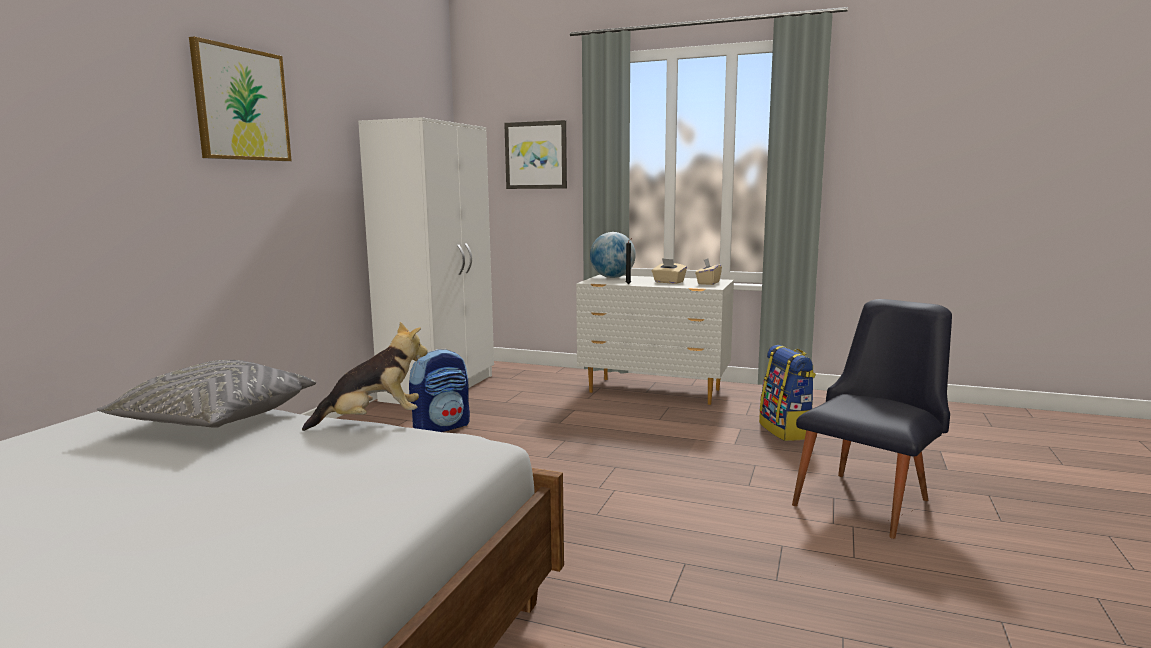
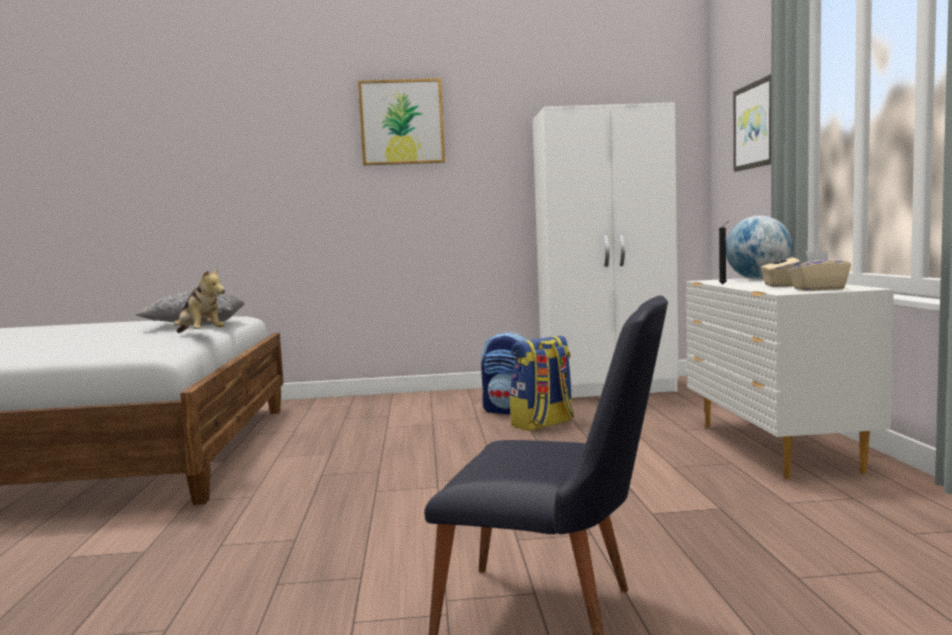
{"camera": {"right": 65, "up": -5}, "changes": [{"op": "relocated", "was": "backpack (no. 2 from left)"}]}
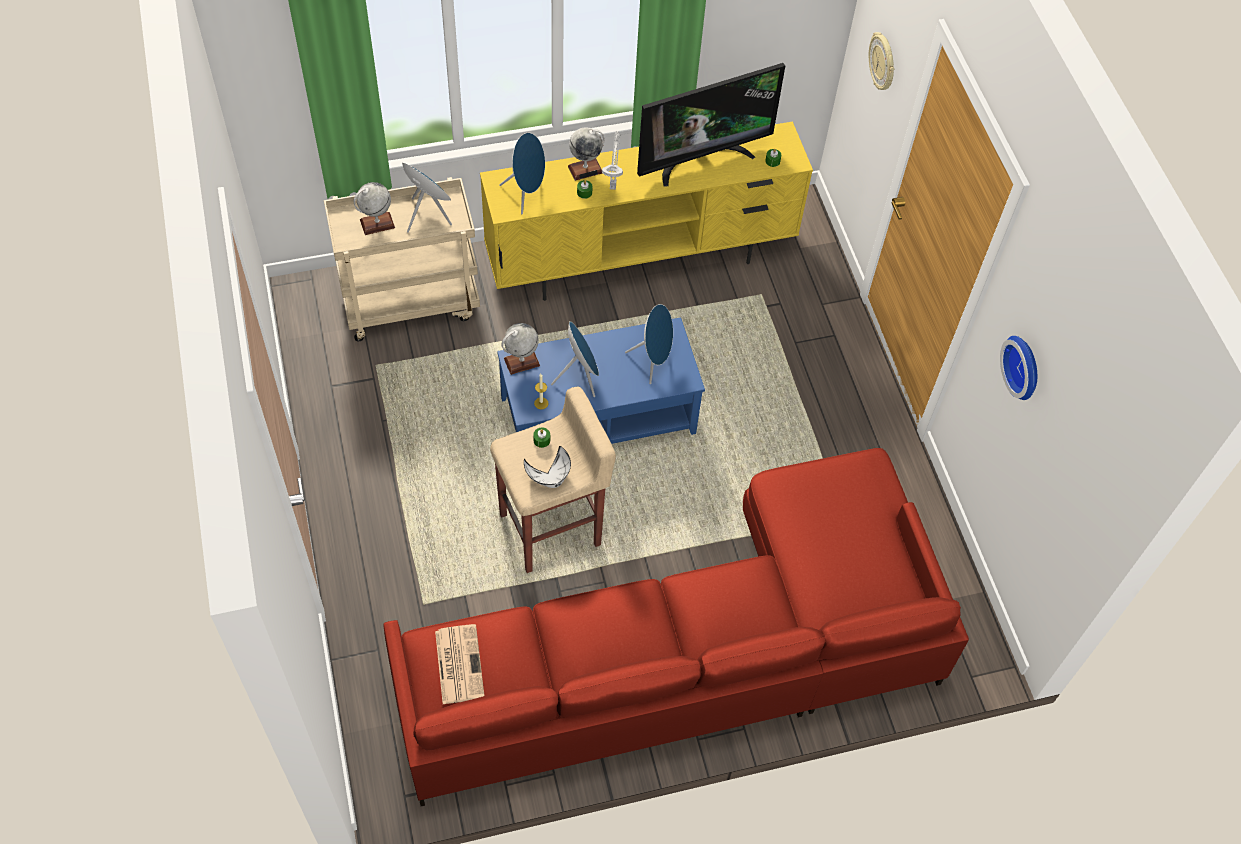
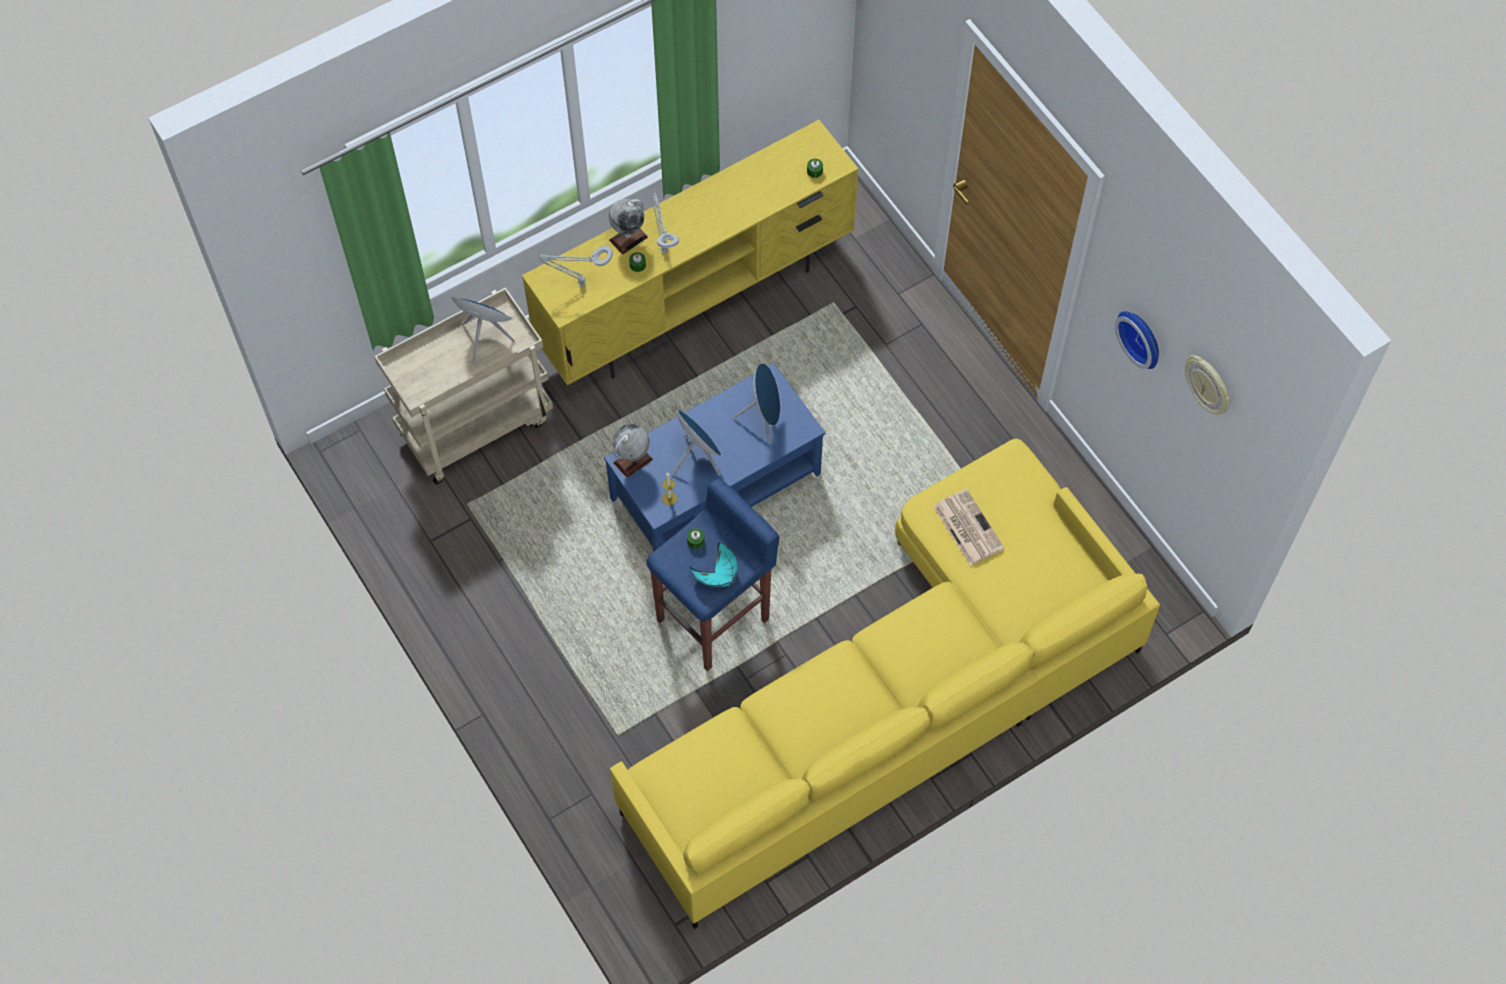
{"camera": {"right": -15, "up": 5}, "changes": [{"op": "missing", "was": "globe (no. 1 from left)"}, {"op": "missing", "was": "television"}, {"op": "relocated", "was": "newspaper"}, {"op": "relocated", "was": "wall clock (no. 1 from left in the first image)", "now": "wall clock (no. 2 from left)"}, {"op": "exchanged", "was": "blue speaker (no. 2 from left)", "now": "grey table lamp (no. 1 from left)"}, {"op": "colour", "was": "red sofa", "now": "yellow sofa"}, {"op": "colour", "was": "beige stool", "now": "blue stool"}, {"op": "colour", "was": "white bowl", "now": "turquoise bowl"}]}
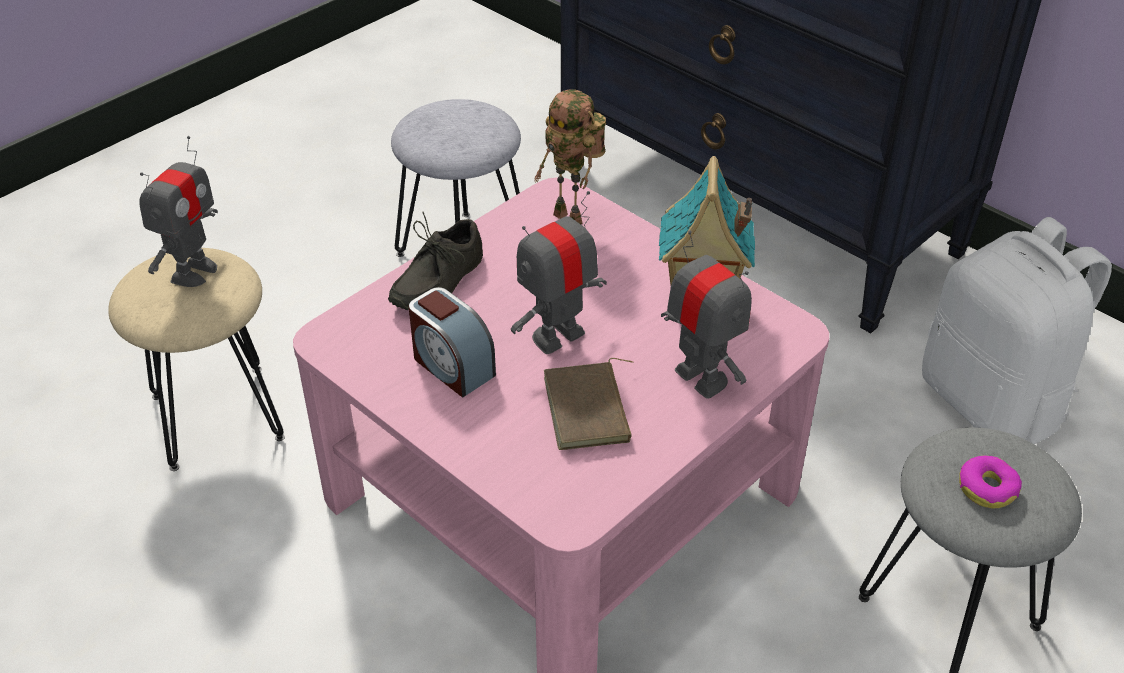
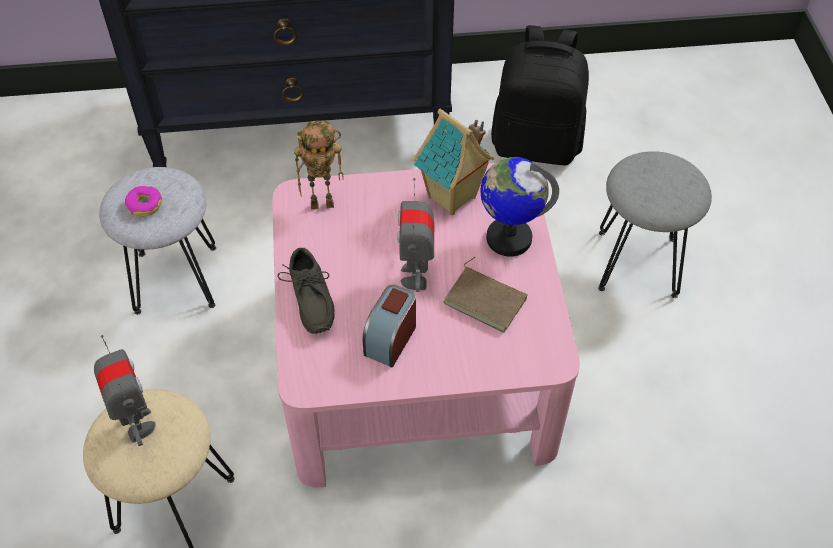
{"camera": {"right": -50, "up": 10}, "changes": [{"op": "relocated", "was": "donut"}, {"op": "exchanged", "was": "toy robot (no. 4 from left)", "now": "globe"}, {"op": "colour", "was": "white backpack", "now": "black backpack"}, {"op": "spun", "was": "alarm clock", "clockwise": 120}]}
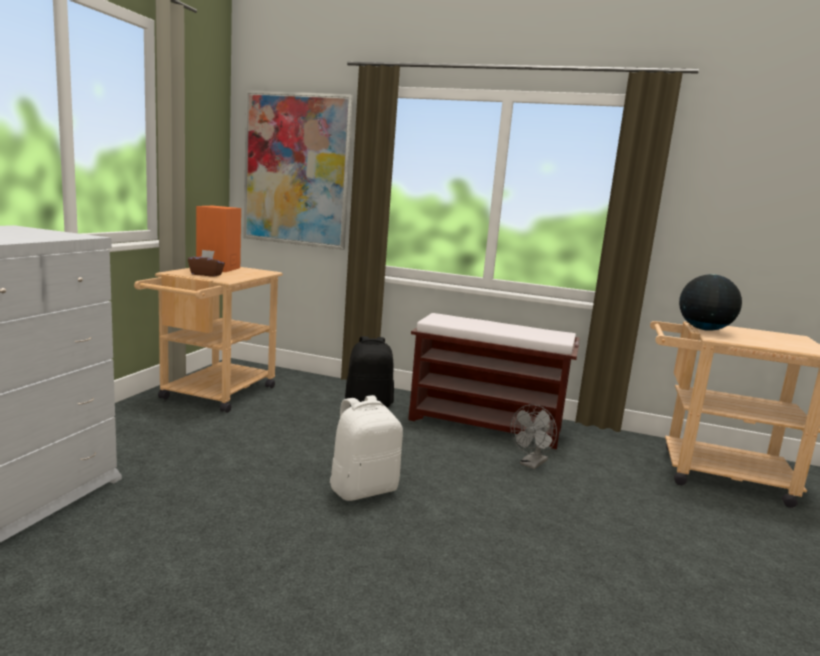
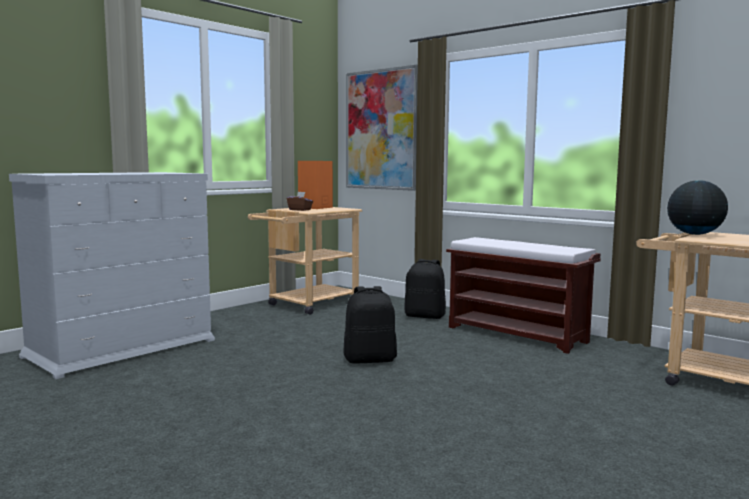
{"camera": {"right": 25, "up": -5}, "changes": [{"op": "missing", "was": "grey fan"}, {"op": "colour", "was": "white backpack", "now": "black backpack (no. 1 from left)"}]}
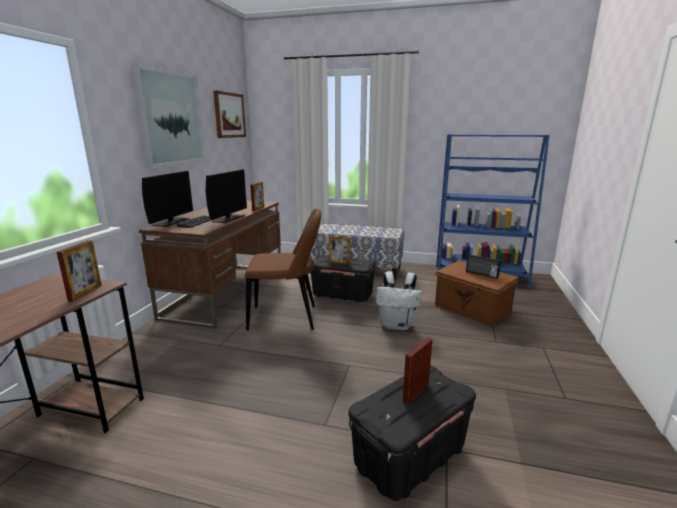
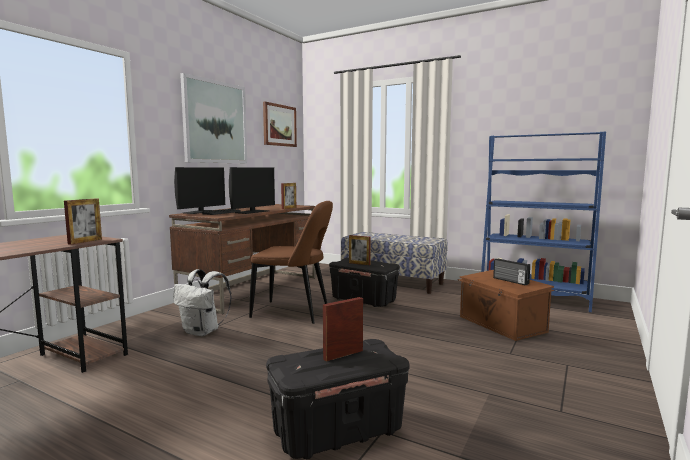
{"camera": {"right": 15, "up": -10}, "changes": [{"op": "relocated", "was": "white backpack"}]}
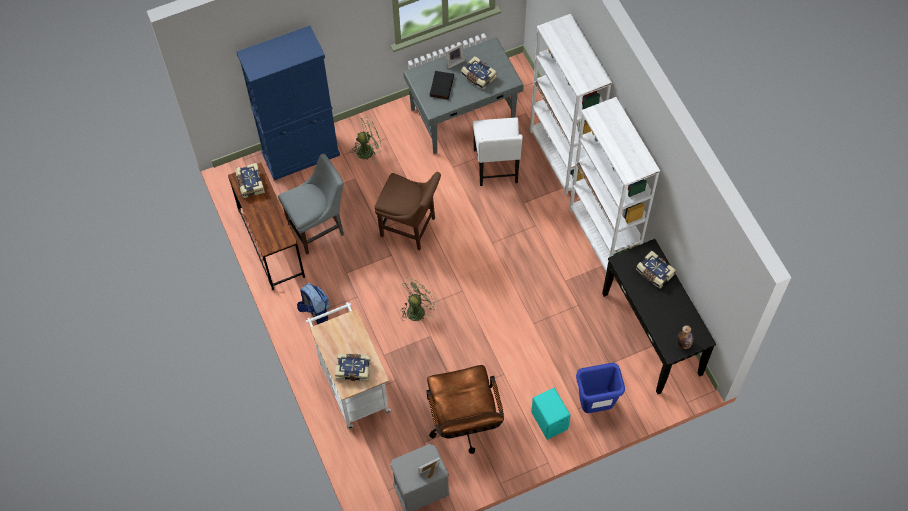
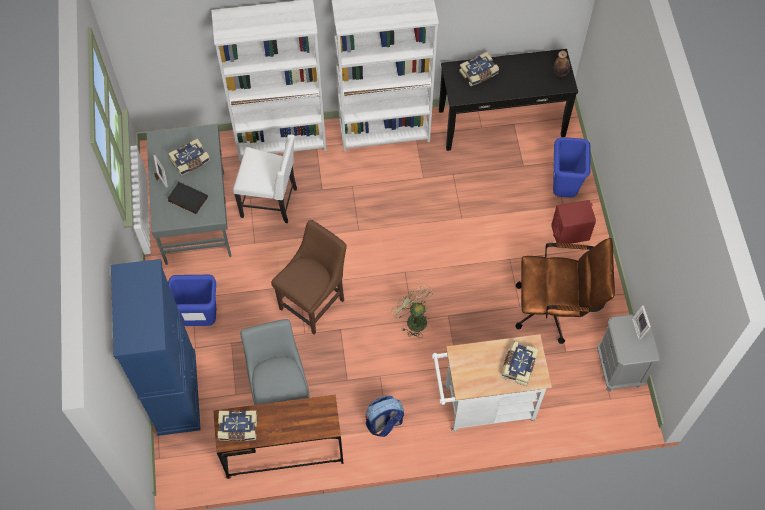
{"camera": {"right": -75, "up": 0}, "changes": [{"op": "exchanged", "was": "green fan (no. 1 from left)", "now": "blue trash can (no. 1 from left)"}, {"op": "colour", "was": "turquoise speaker", "now": "red speaker"}]}
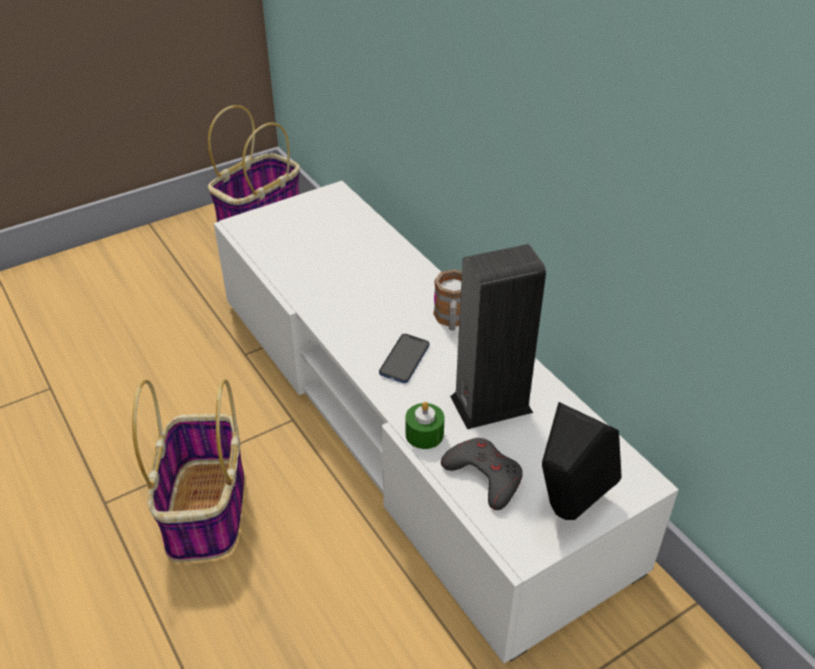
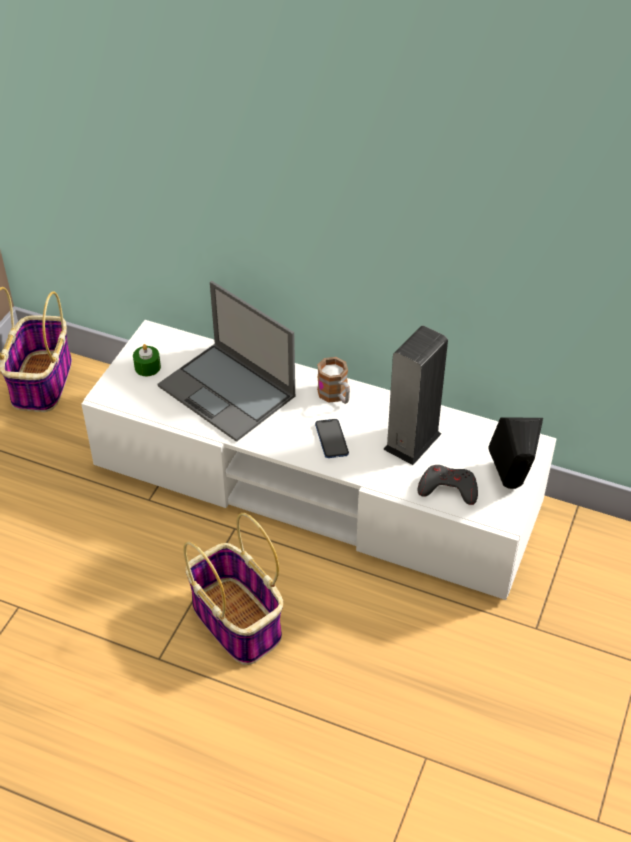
{"camera": {"right": -35, "up": 5}, "changes": [{"op": "appeared", "now": "laptop"}, {"op": "relocated", "was": "green candle"}]}
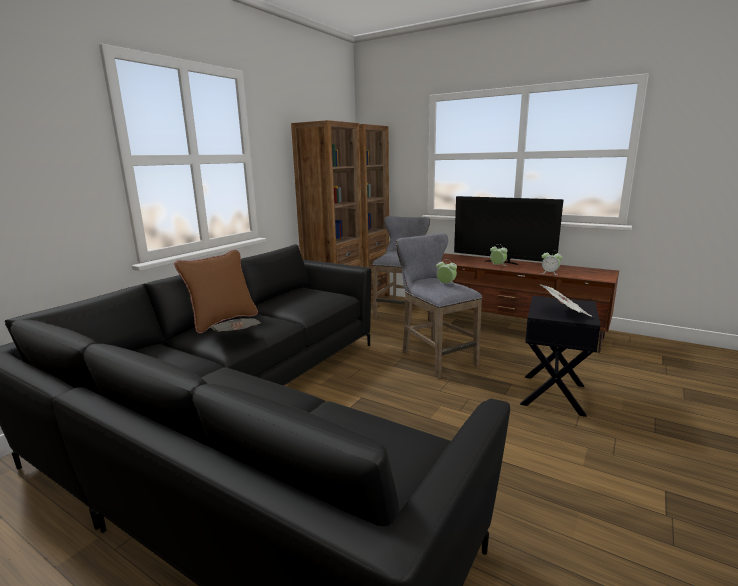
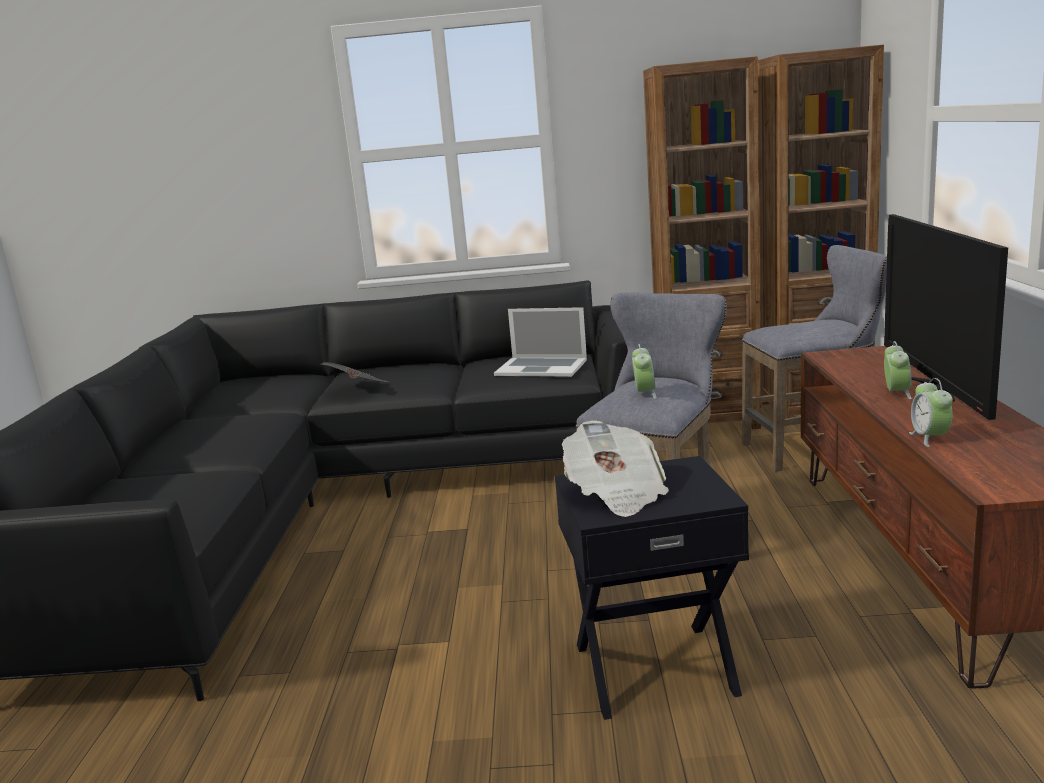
{"camera": {"right": 60, "up": 0}, "changes": [{"op": "missing", "was": "brown pillow"}, {"op": "appeared", "now": "laptop"}]}
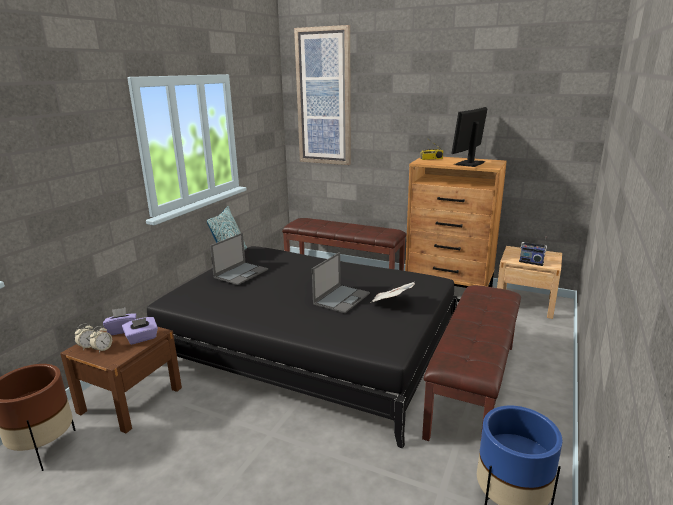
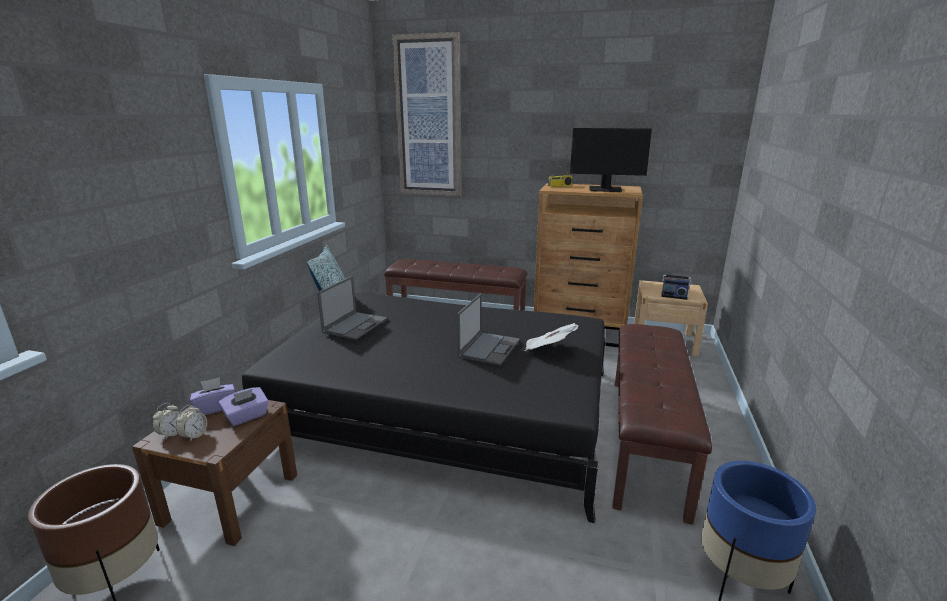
{"camera": {"right": -10, "up": 0}, "changes": [{"op": "spun", "was": "monitor", "clockwise": -105}]}
